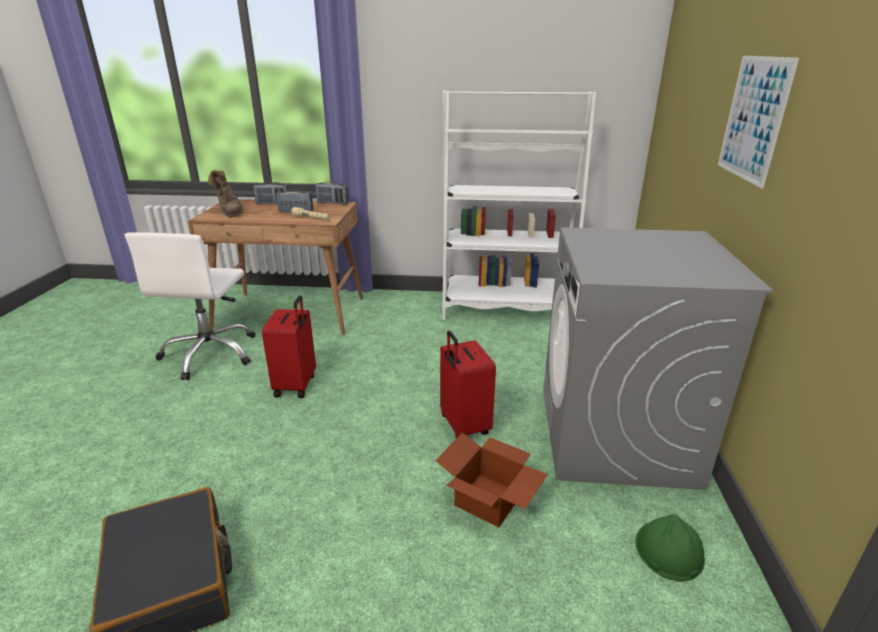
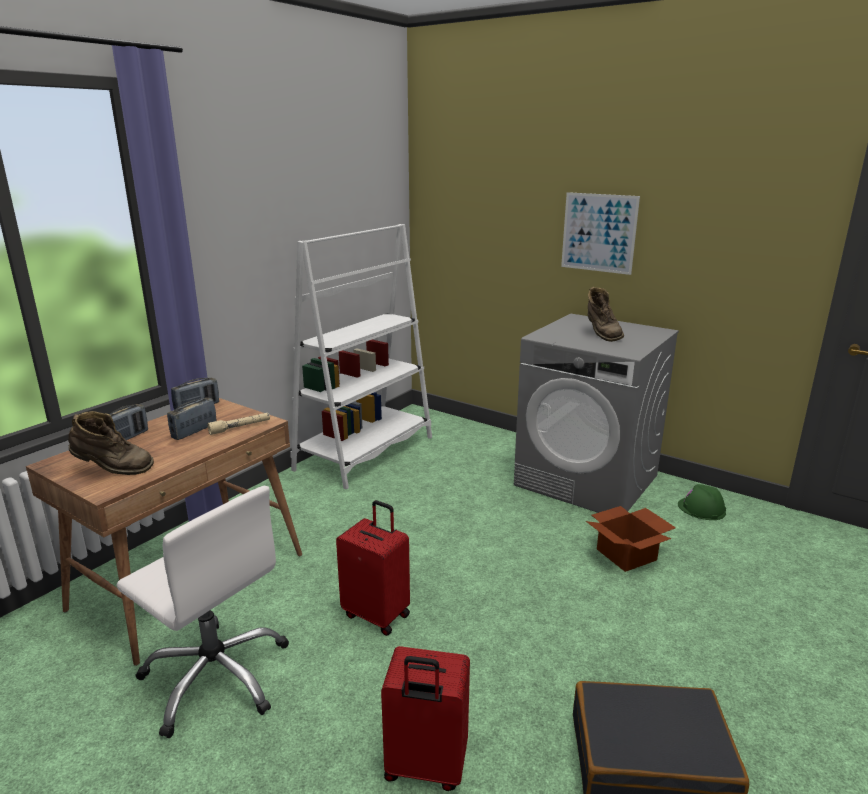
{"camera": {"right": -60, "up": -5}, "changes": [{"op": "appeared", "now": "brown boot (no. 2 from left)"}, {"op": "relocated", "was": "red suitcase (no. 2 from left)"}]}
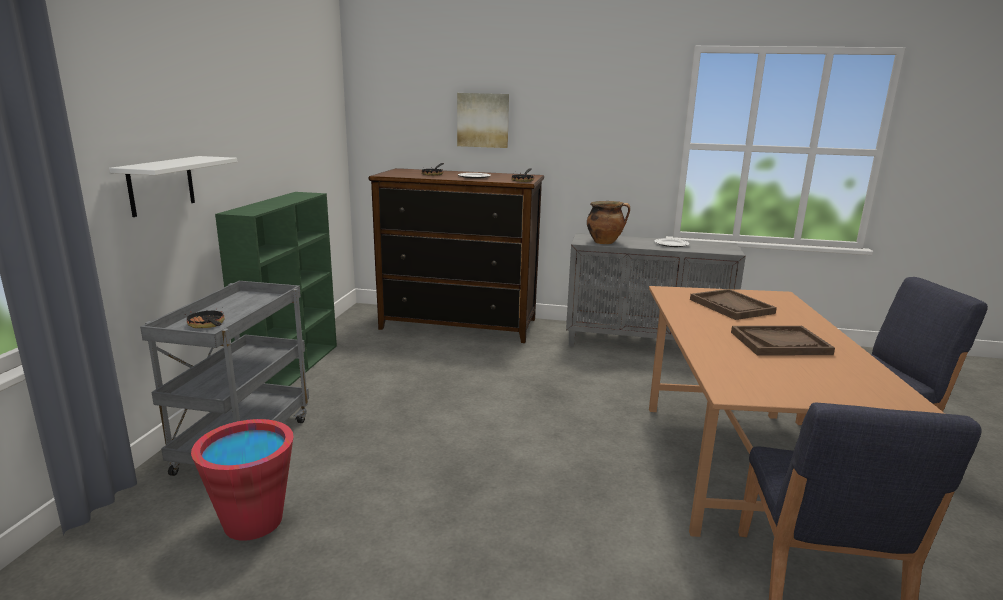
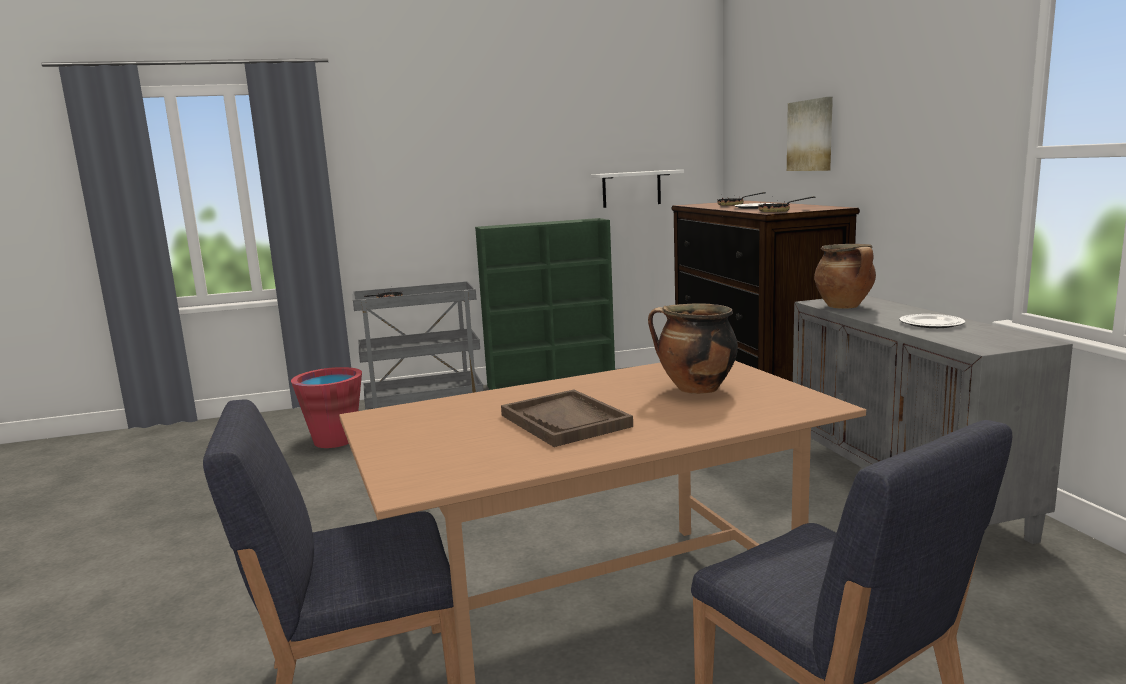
{"camera": {"right": 65, "up": -5}, "changes": [{"op": "relocated", "was": "white shelf"}, {"op": "exchanged", "was": "brown tray (no. 1 from left)", "now": "cooking pot (no. 1 from left)"}]}
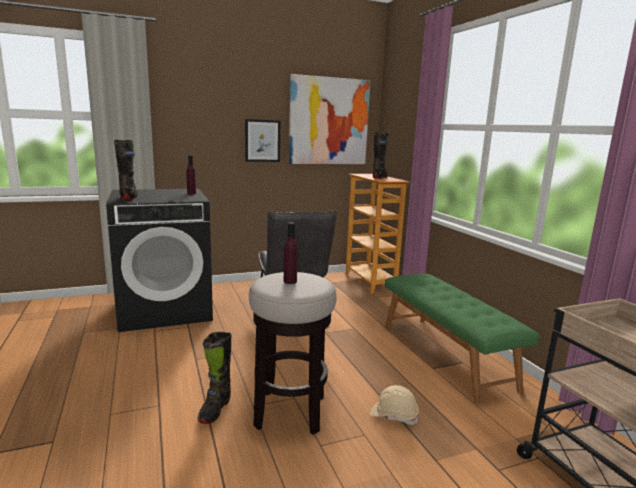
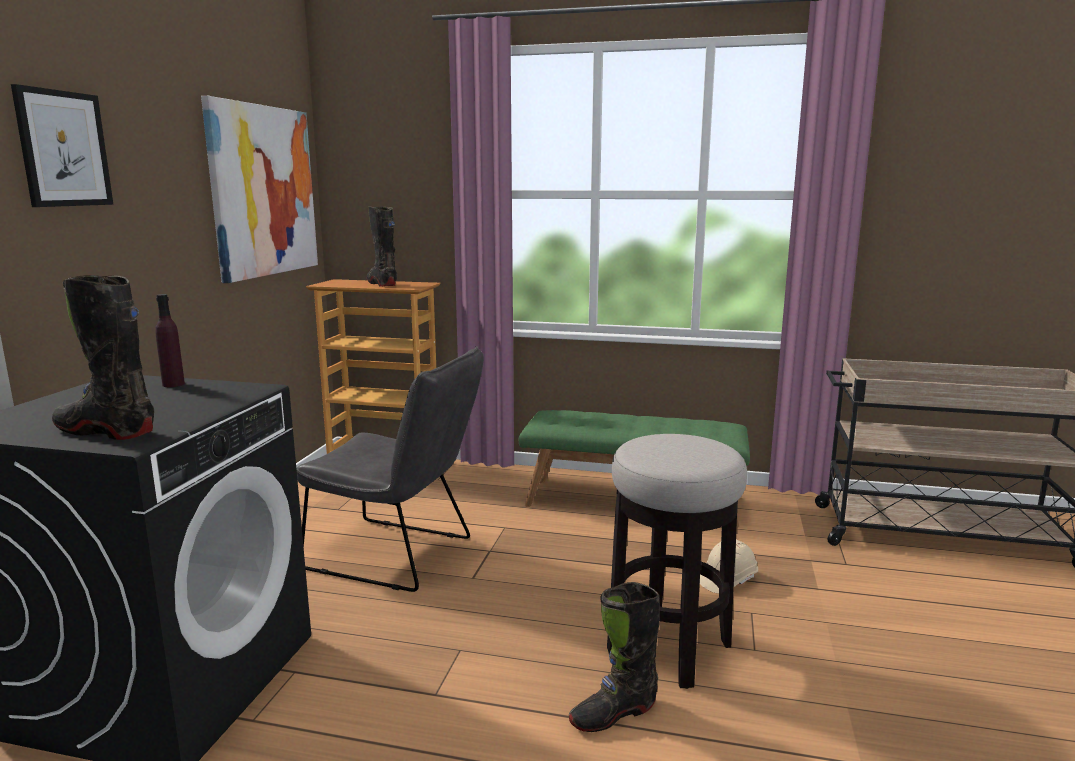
{"camera": {"right": -55, "up": 0}, "changes": [{"op": "missing", "was": "purple bottle (no. 2 from left)"}, {"op": "relocated", "was": "picture (no. 1 from left)"}, {"op": "spun", "was": "black boot (no. 2 from left in the first image)", "clockwise": 105}]}
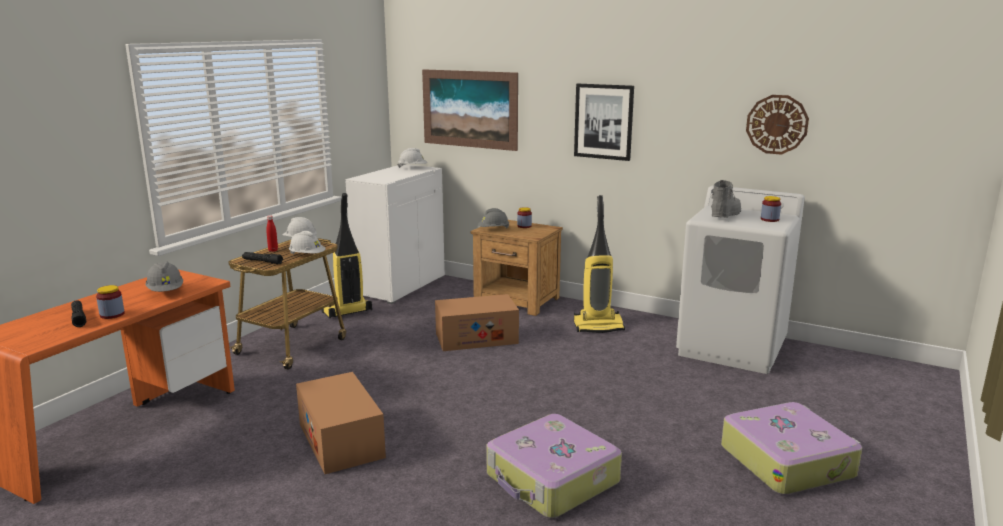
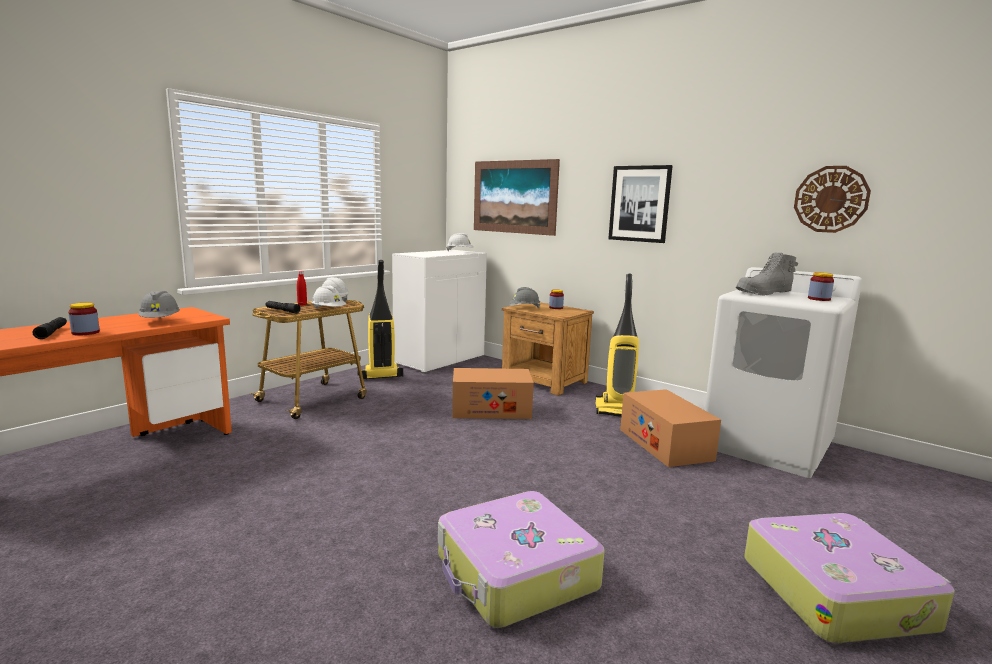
{"camera": {"right": 10, "up": -5}, "changes": [{"op": "relocated", "was": "cardboard box (no. 1 from left in the first image)", "now": "cardboard box (no. 2 from left)"}, {"op": "spun", "was": "grey boot", "clockwise": -150}]}
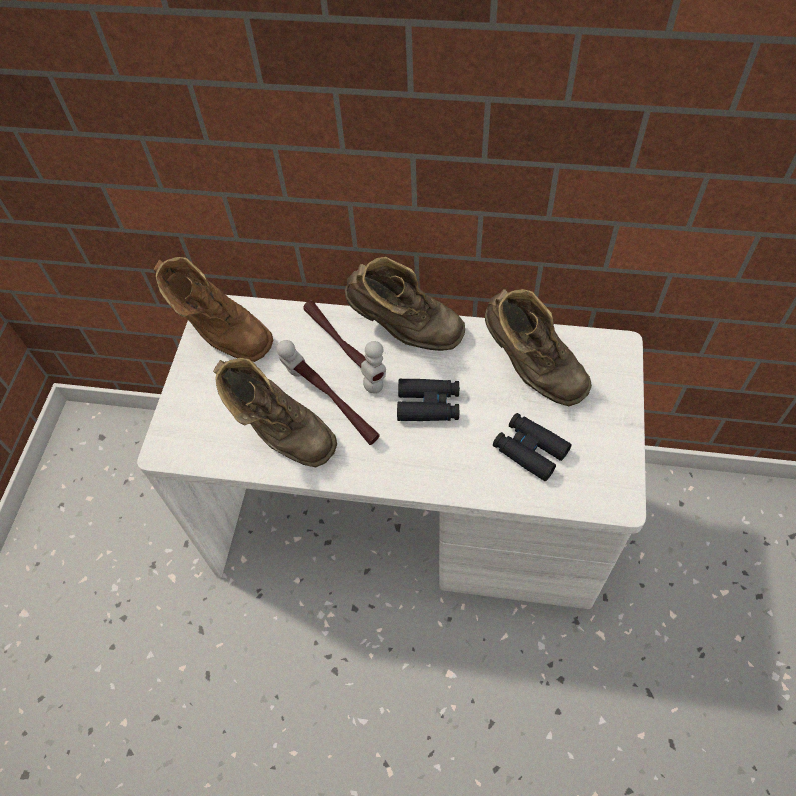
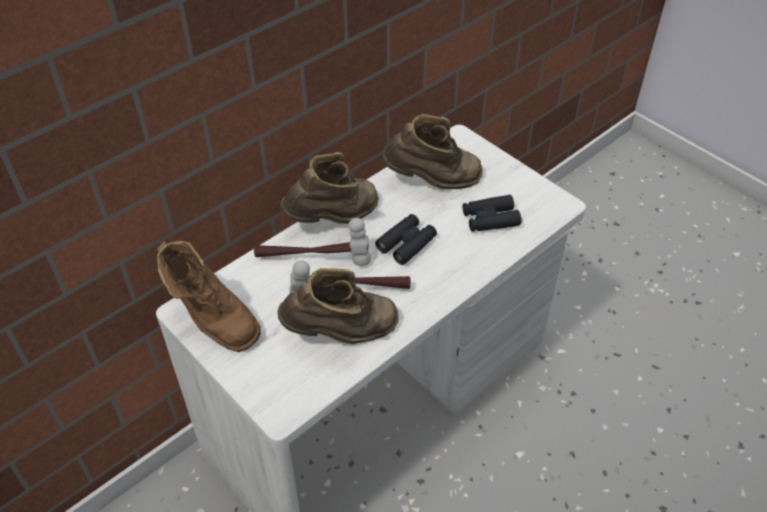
{"camera": {"right": -55, "up": -10}, "changes": [{"op": "spun", "was": "brown boot (no. 1 from left)", "clockwise": 60}]}
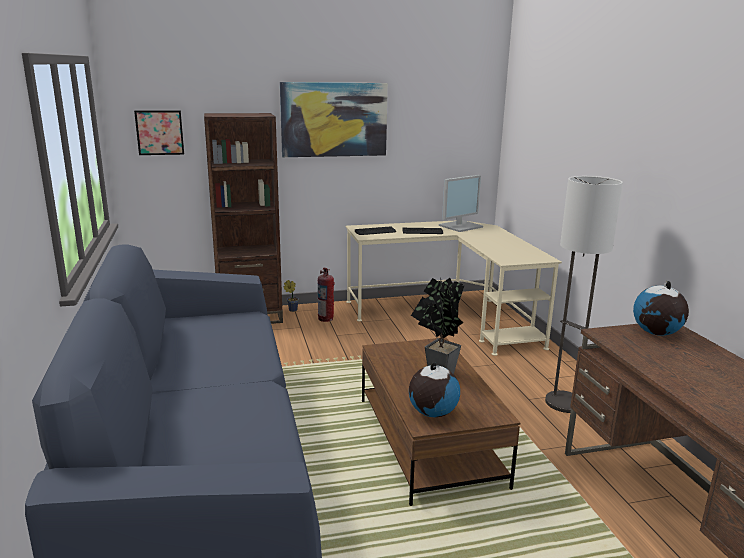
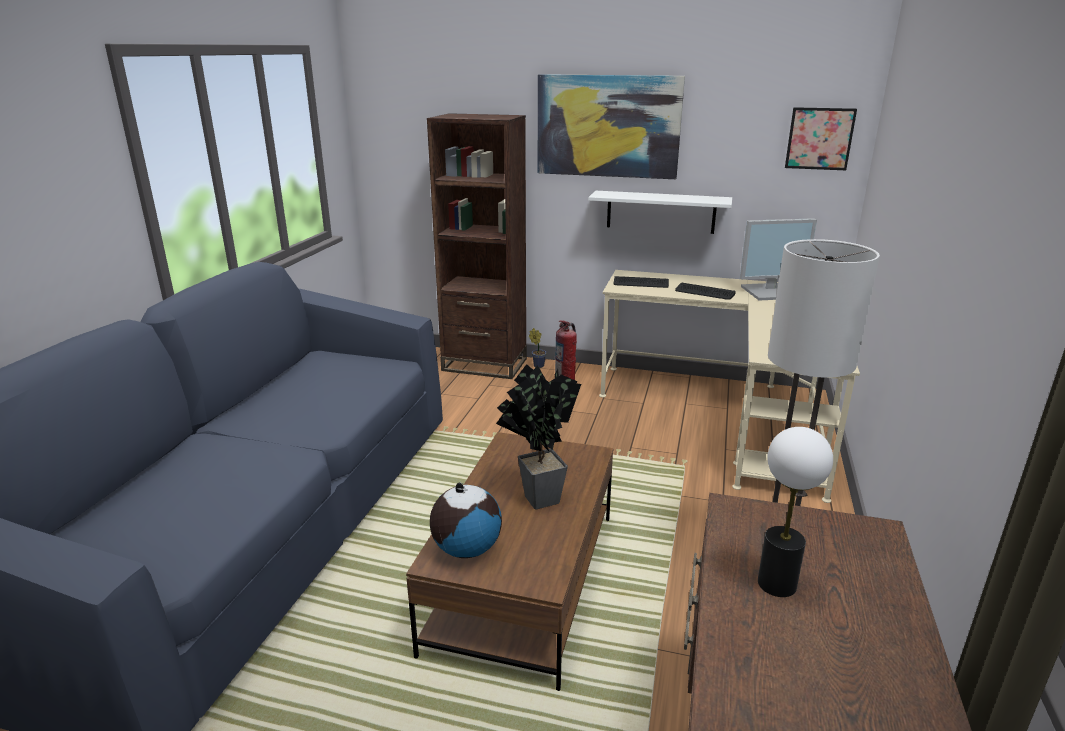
{"camera": {"right": 30, "up": 5}, "changes": [{"op": "missing", "was": "globe (no. 2 from left)"}, {"op": "appeared", "now": "white shelf"}, {"op": "appeared", "now": "table lamp"}, {"op": "relocated", "was": "picture (no. 1 from left in the first image)", "now": "picture (no. 2 from left)"}]}
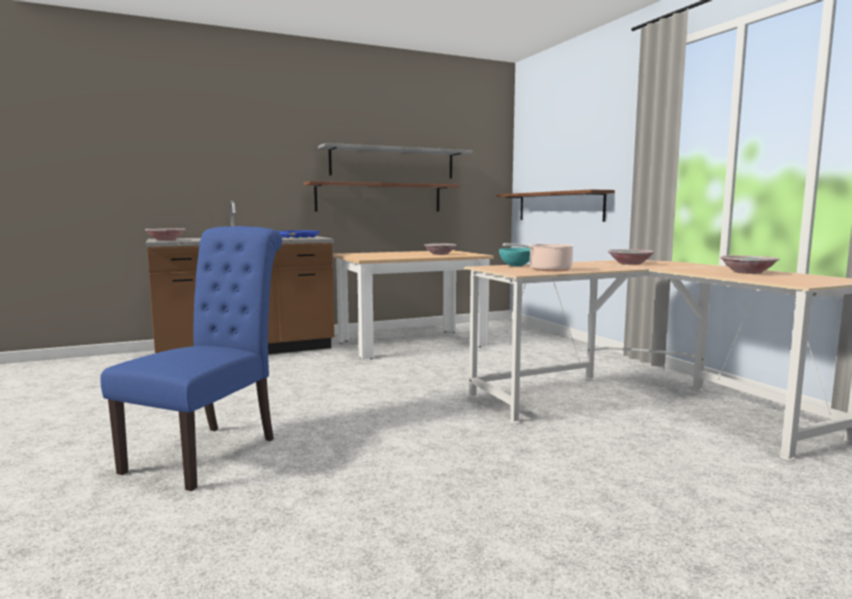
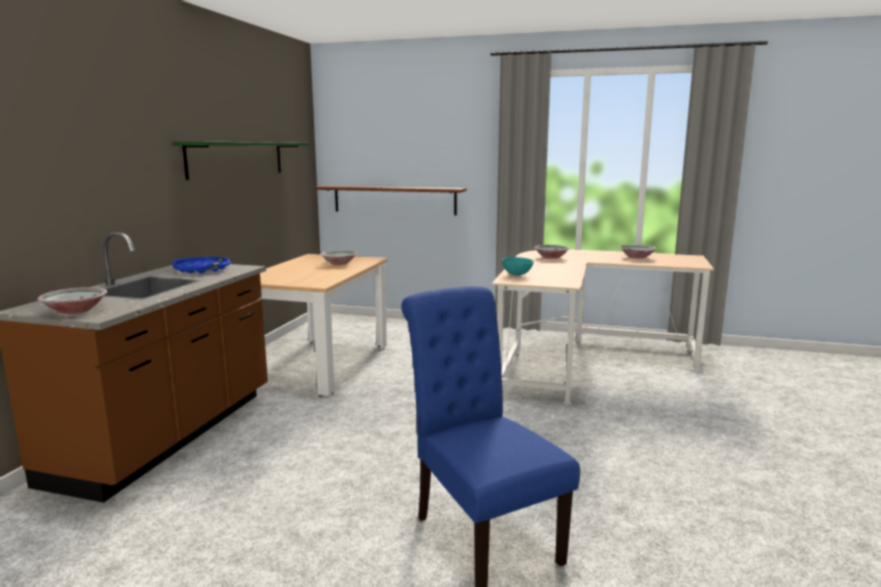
{"camera": {"right": -50, "up": 5}, "changes": [{"op": "missing", "was": "brown shelf (no. 1 from left)"}, {"op": "missing", "was": "cooking pot"}, {"op": "colour", "was": "grey shelf", "now": "green shelf"}]}
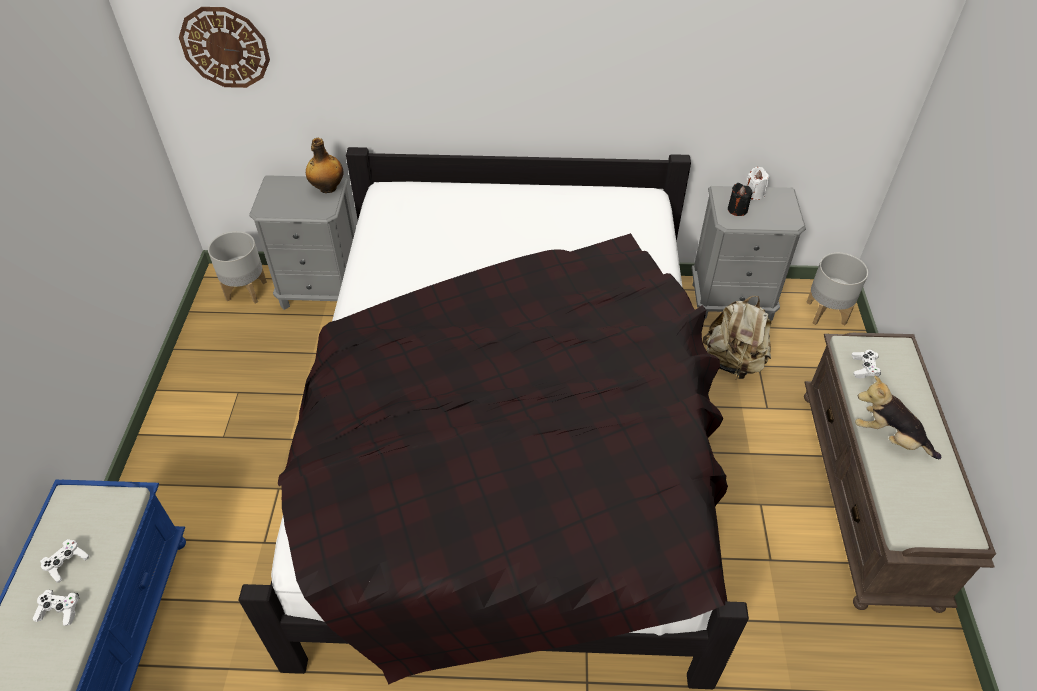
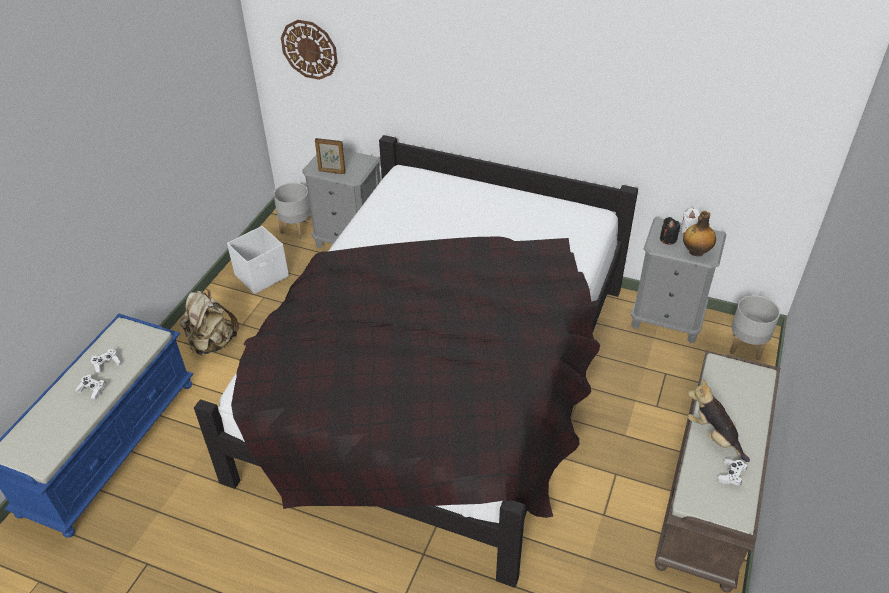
{"camera": {"right": 20, "up": -5}, "changes": [{"op": "appeared", "now": "white storage box"}, {"op": "appeared", "now": "picture frame"}, {"op": "relocated", "was": "bottle"}, {"op": "relocated", "was": "beige backpack"}, {"op": "relocated", "was": "white game controller (no. 3 from left)"}]}
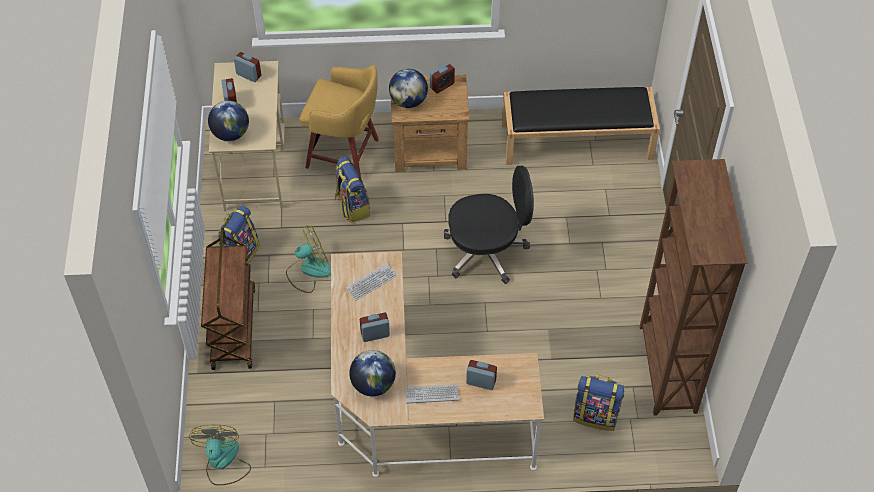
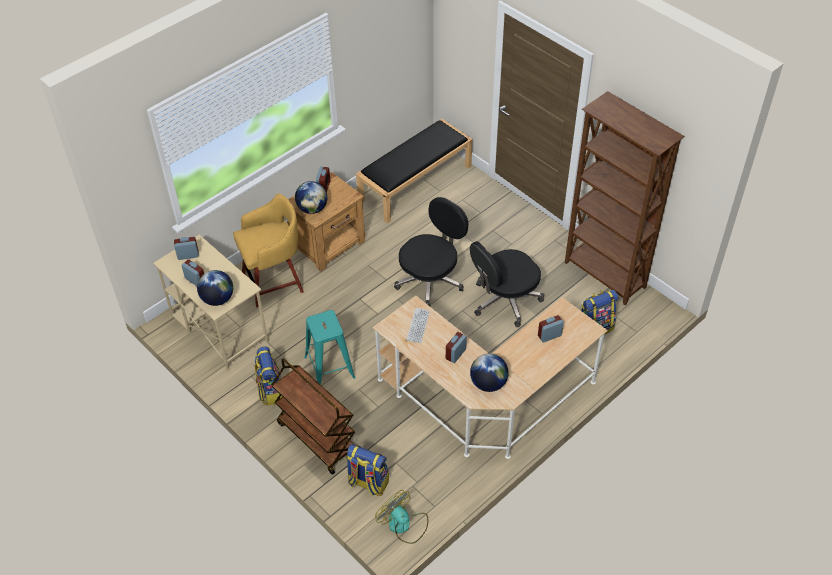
{"camera": {"right": -40, "up": -5}, "changes": [{"op": "missing", "was": "keyboard (no. 2 from left)"}, {"op": "appeared", "now": "black office chair (no. 2 from left)"}, {"op": "relocated", "was": "backpack (no. 2 from left)"}, {"op": "exchanged", "was": "fan (no. 2 from left)", "now": "turquoise stool"}]}
